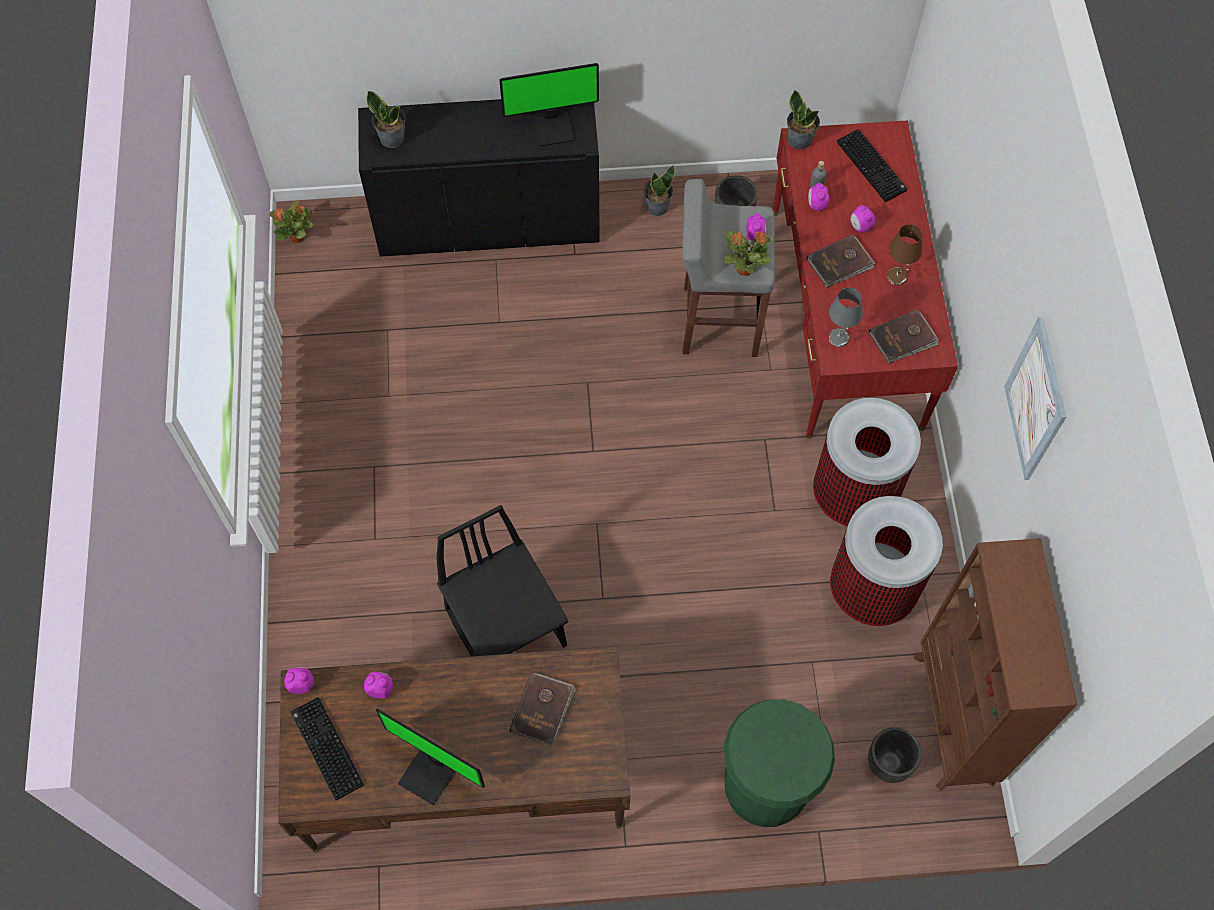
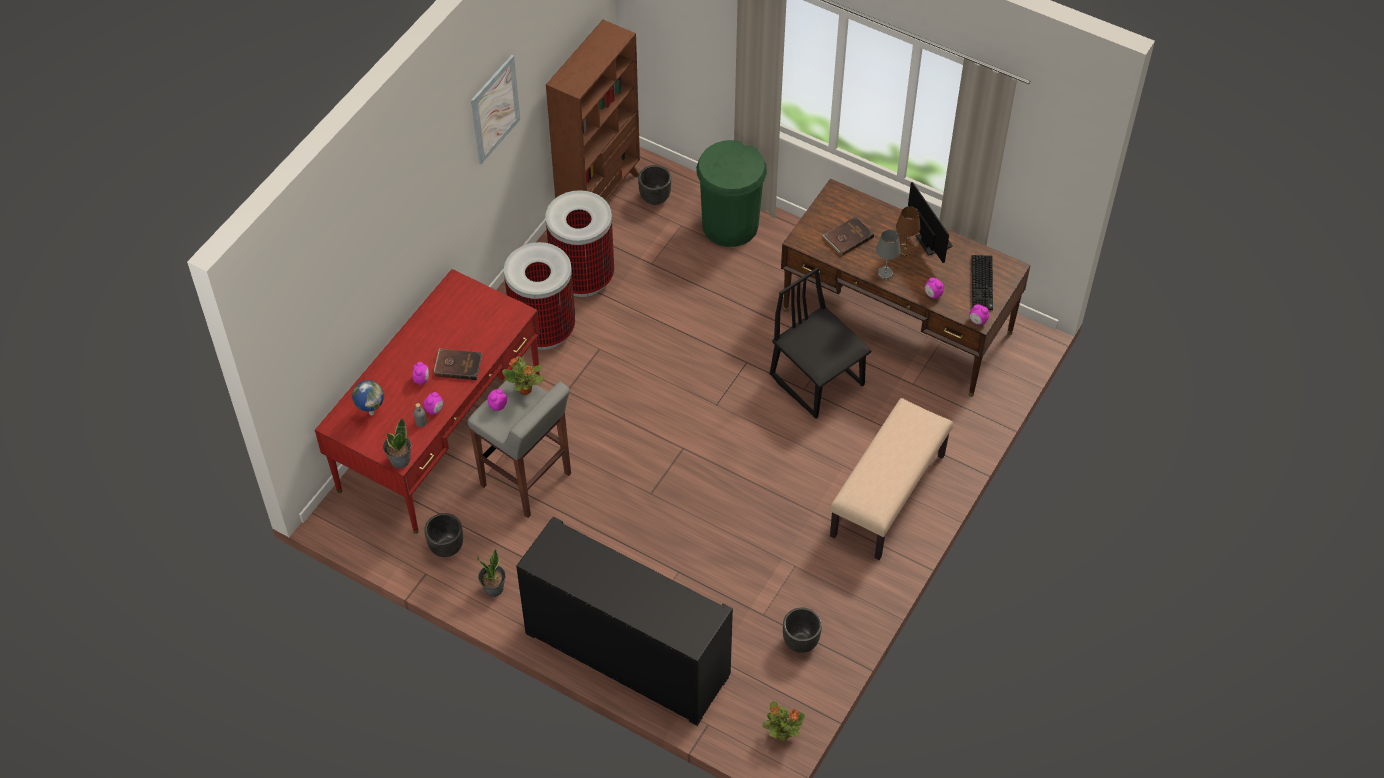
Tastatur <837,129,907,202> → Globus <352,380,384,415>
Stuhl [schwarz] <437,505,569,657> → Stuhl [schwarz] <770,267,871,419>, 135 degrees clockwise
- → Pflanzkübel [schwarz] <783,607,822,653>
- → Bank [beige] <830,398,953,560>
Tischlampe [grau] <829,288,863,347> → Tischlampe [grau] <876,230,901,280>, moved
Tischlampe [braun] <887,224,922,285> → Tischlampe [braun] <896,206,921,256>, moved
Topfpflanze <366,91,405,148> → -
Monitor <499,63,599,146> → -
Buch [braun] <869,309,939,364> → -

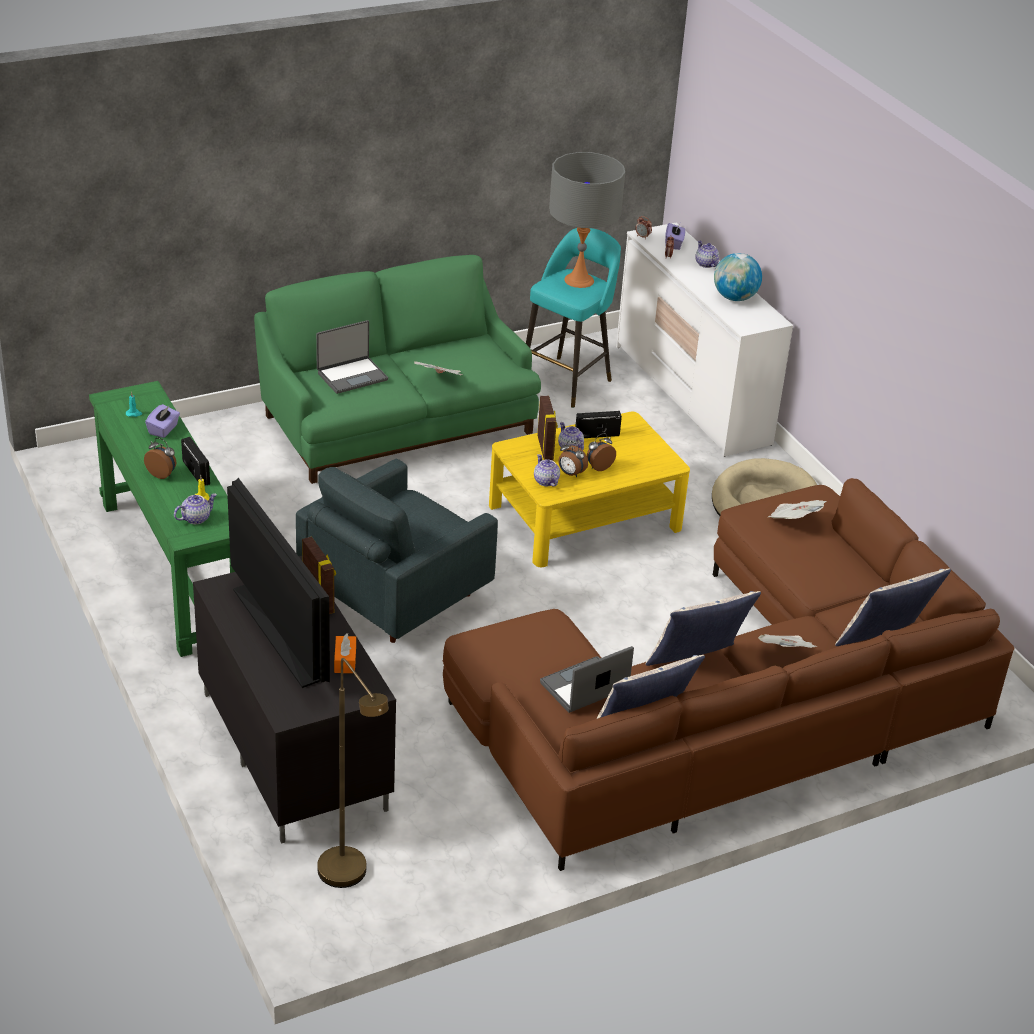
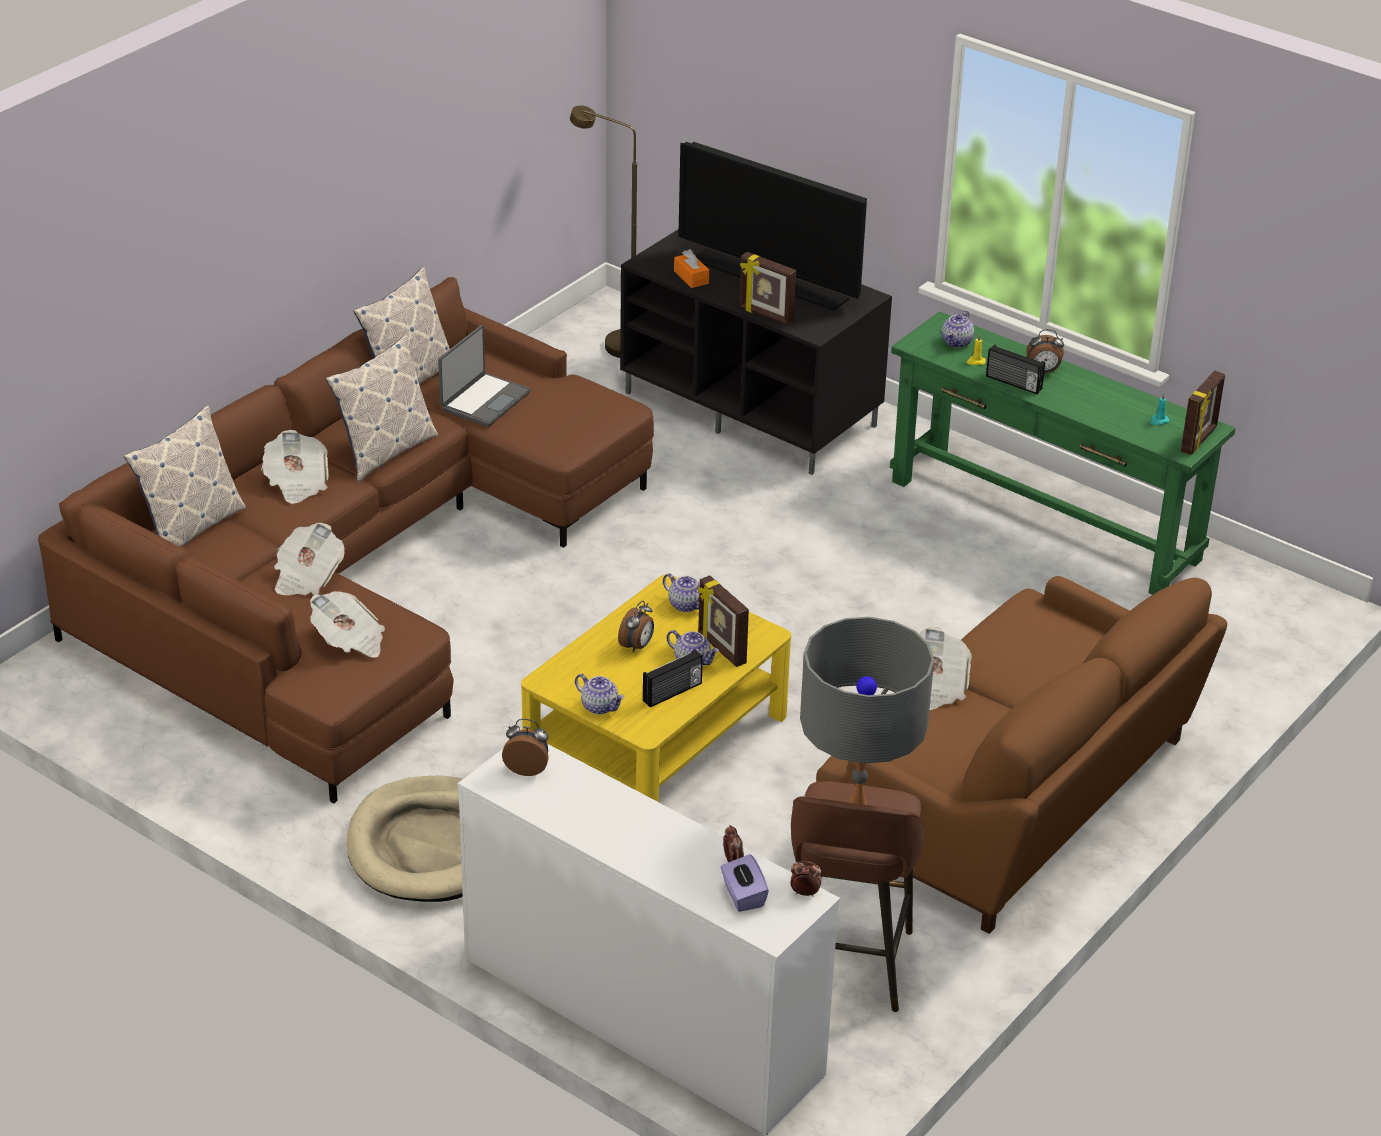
- → Zeitung <274,523,345,595>
Wecker <558,441,588,477> → Wecker <502,719,548,776>, moved
Teekanne <695,240,719,268> → Teekanne <575,674,625,714>, moved
Hocker [türkis] <526,228,621,408> → Hocker [braun] <791,781,924,1012>
Sofa [grün] <254,255,541,484> → Sofa [braun] <816,576,1227,934>
- → Bilderrahmen <1181,370,1225,455>
Taschentuchbox [lila] <145,404,180,438> → -
Sessel [grau] <296,459,498,643> → -
Laptop <316,320,388,394> → -
Globus <714,253,762,301> → -

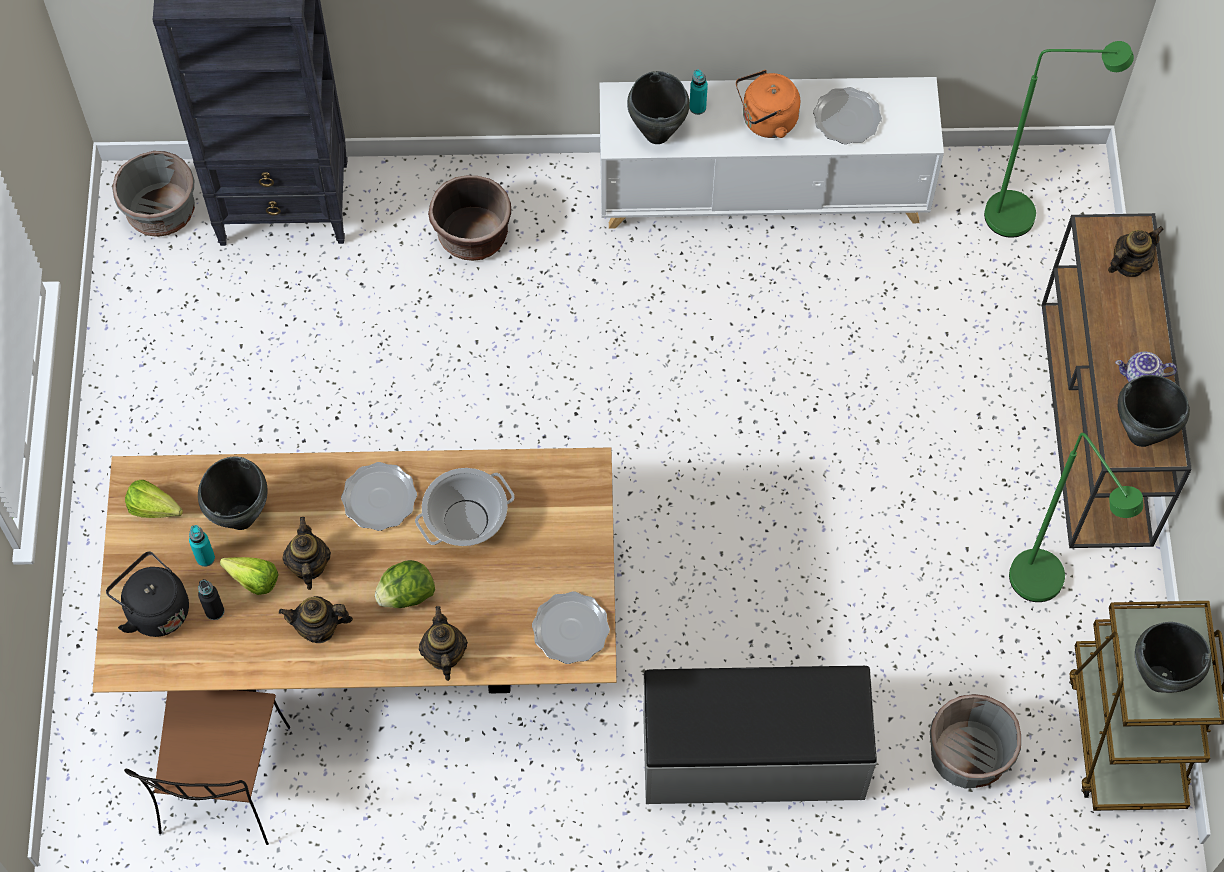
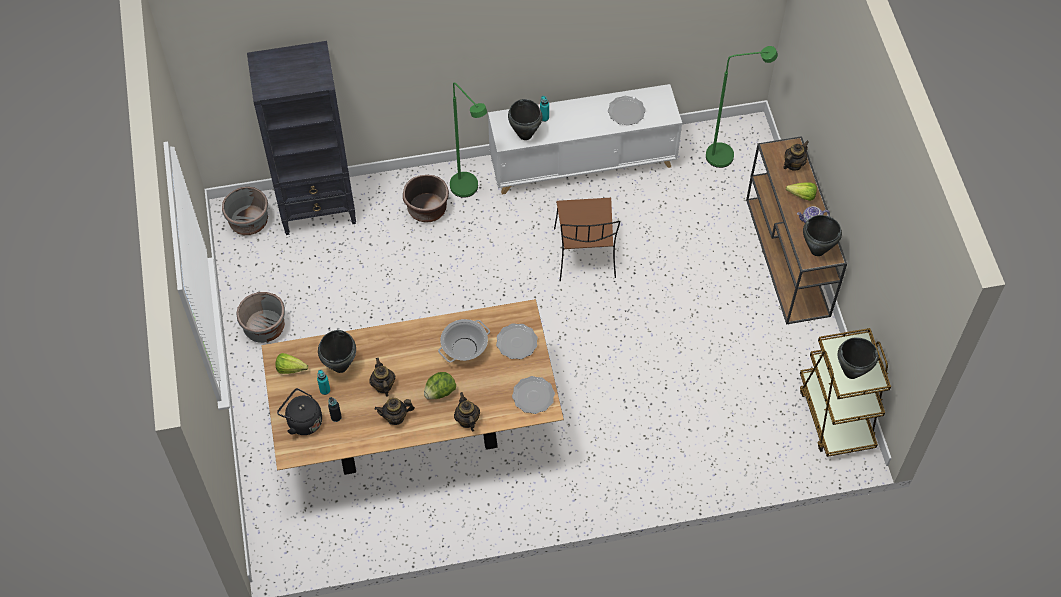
Pflanzkübel [grau] <930,694,1021,788> → Pflanzkübel [grau] <236,292,285,343>, moved
Stehlampe [grün] <1009,433,1143,602> → Stehlampe [grün] <450,82,487,198>, moved
Teller <341,462,417,531> → Teller <496,323,538,359>, moved
Stuhl [braun] <124,690,291,845> → Stuhl [braun] <554,198,620,281>, moved
Salatkopf <220,557,279,595> → Salatkopf <786,182,817,201>, moved
Bank [grau] <643,666,877,804> → -
Wasserkessel [orange] <736,70,800,138> → -

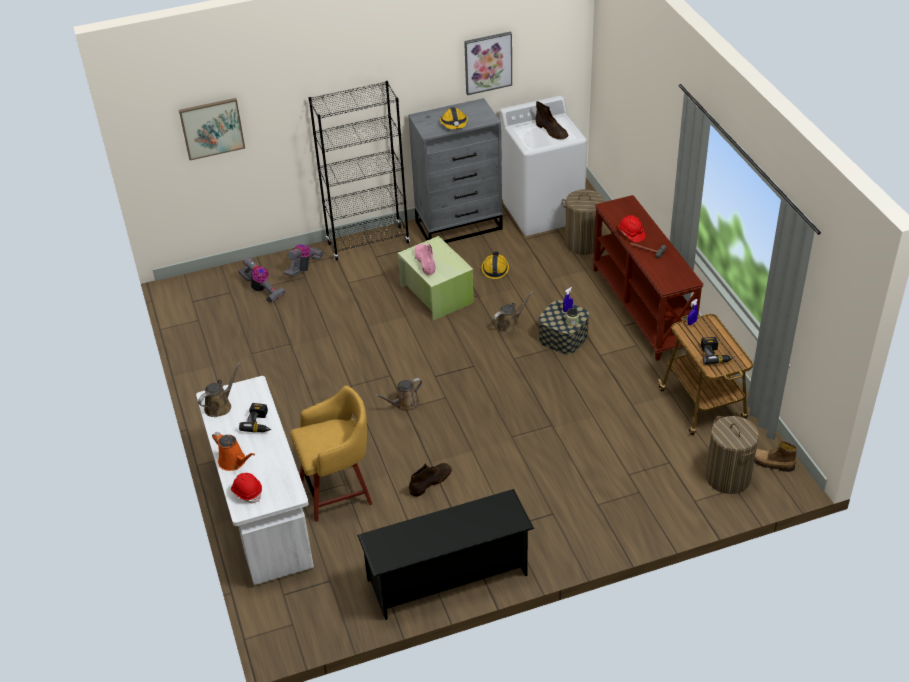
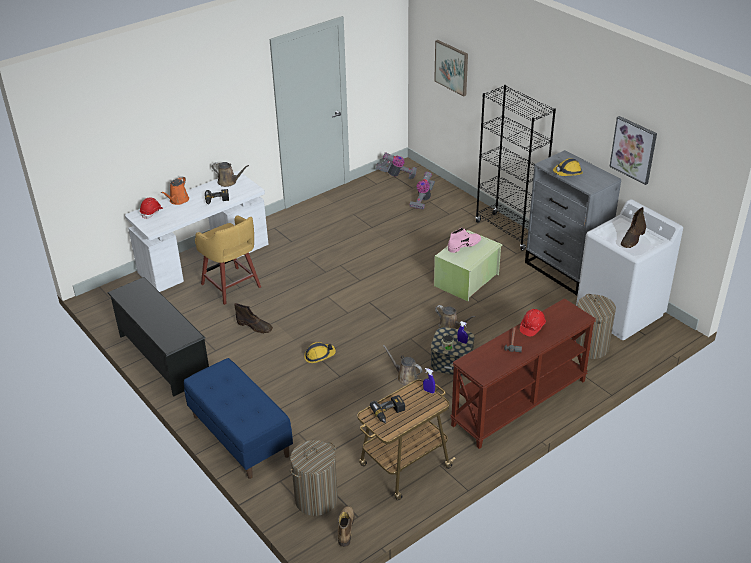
- → Bank [blau] <184,358,293,479>
Schutzhelm <482,252,509,279> → Schutzhelm <304,342,336,363>, moved
Staubsauger <284,244,323,276> → Staubsauger <376,152,417,179>, moved
Gießkanne [braun] <375,378,422,411> → Gießkanne [braun] <383,345,423,386>, moved

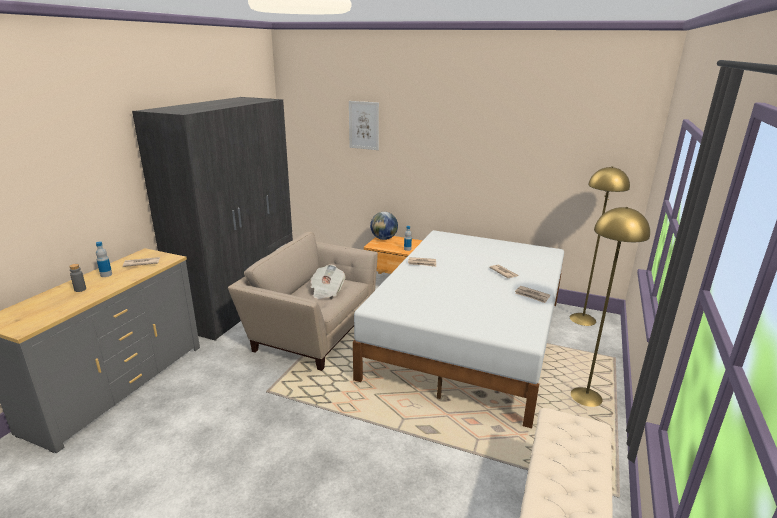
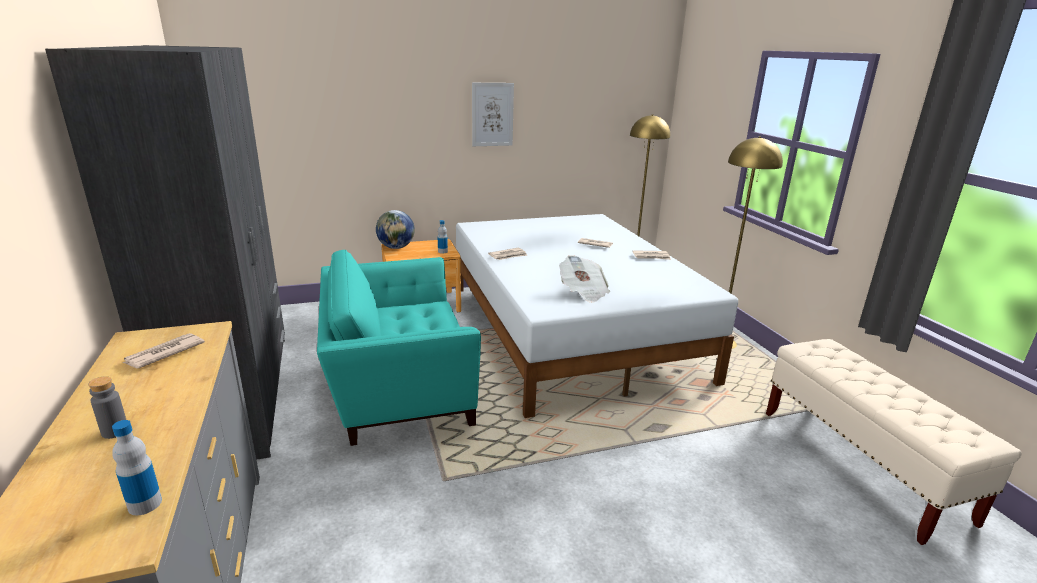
Flasche <96,242,112,277> → Flasche <112,420,162,515>, moved
Sessel [beige] <228,232,378,371> → Sessel [türkis] <317,250,481,446>
Bild <349,101,379,150> → Bild <472,83,514,146>, moved
Zeitung <310,264,345,299> → Zeitung <559,255,610,303>, moved

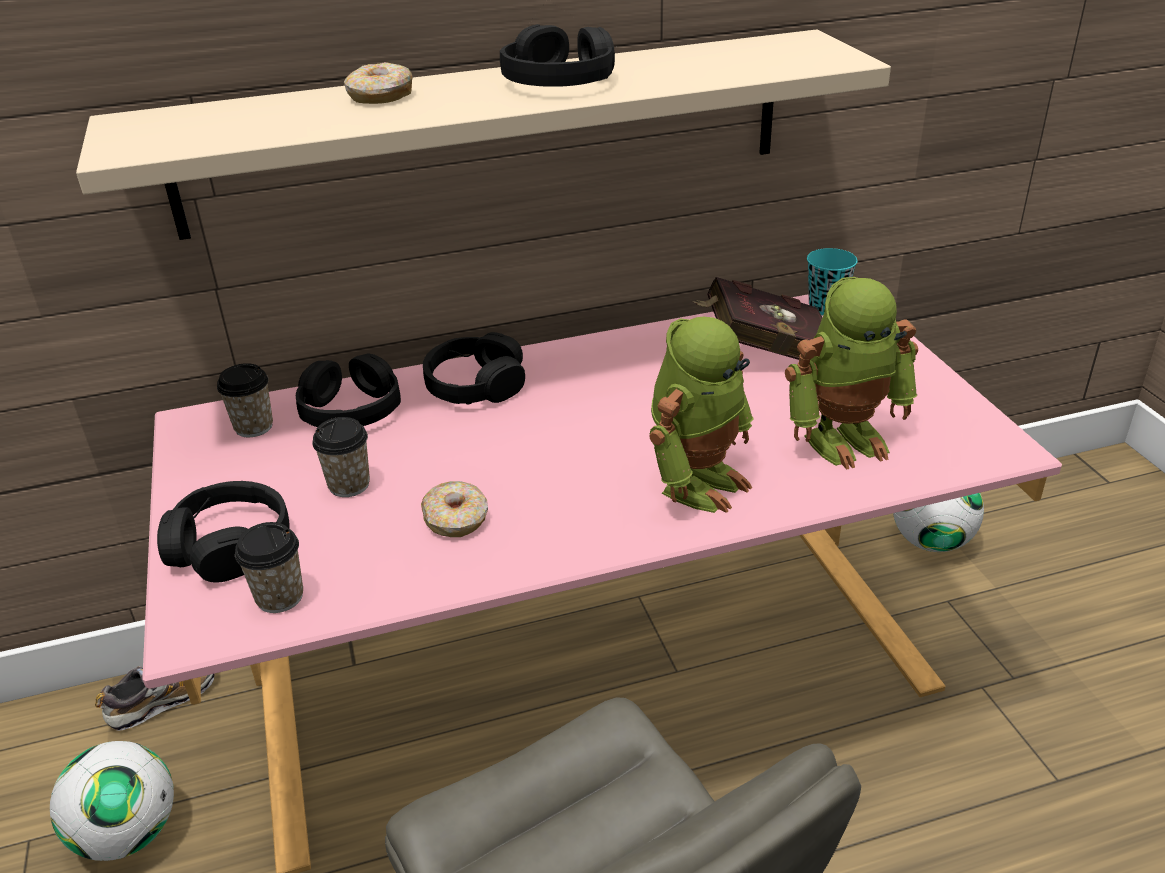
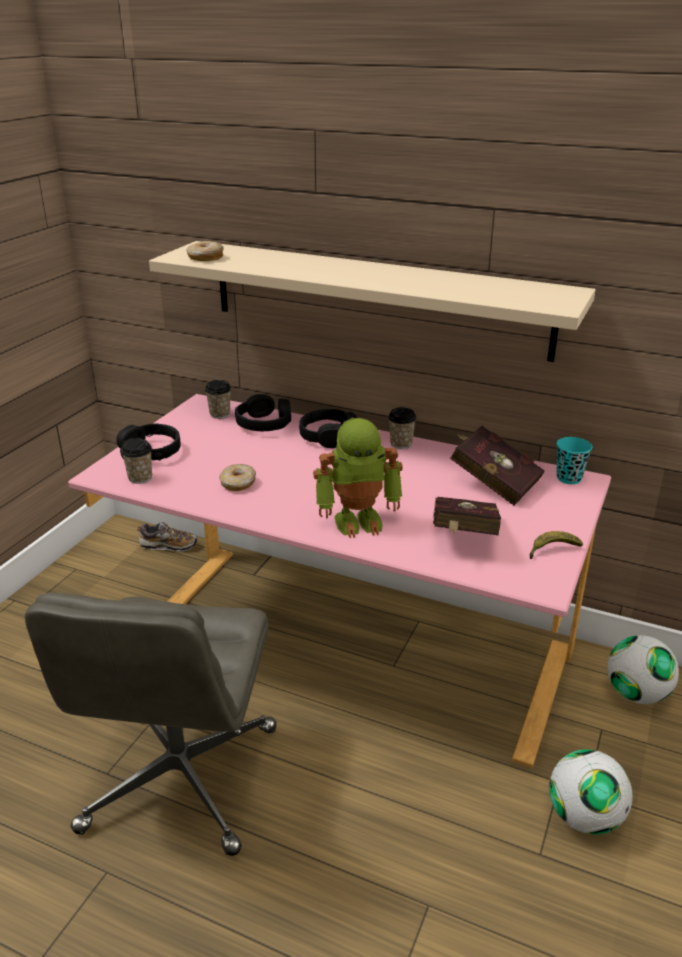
Donut <344,62,413,104> → Donut <186,241,224,261>, moved
Tasse <312,417,370,497> → Tasse <388,407,417,449>, moved
Spielzeugroboter <785,277,918,470> → Buch [rot] <433,497,501,535>
- → Banane <530,531,583,559>
Fußball <50,741,174,861> → Fußball <549,749,633,835>, moved
Kopfhörer [schwarz] <500,24,615,87> → -

